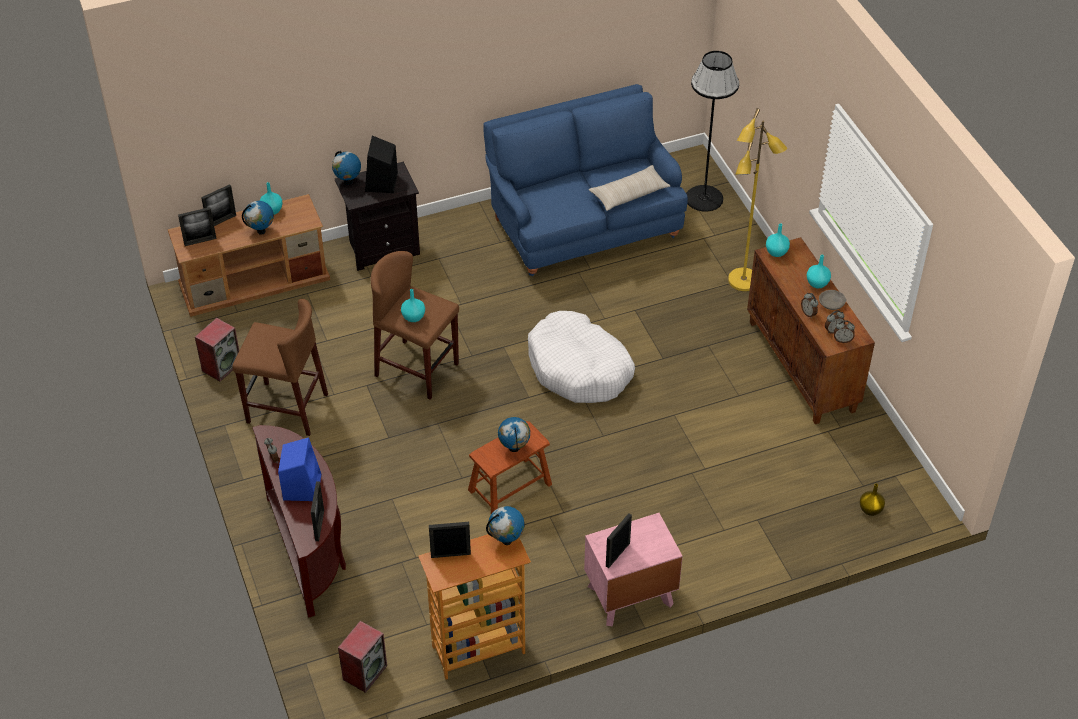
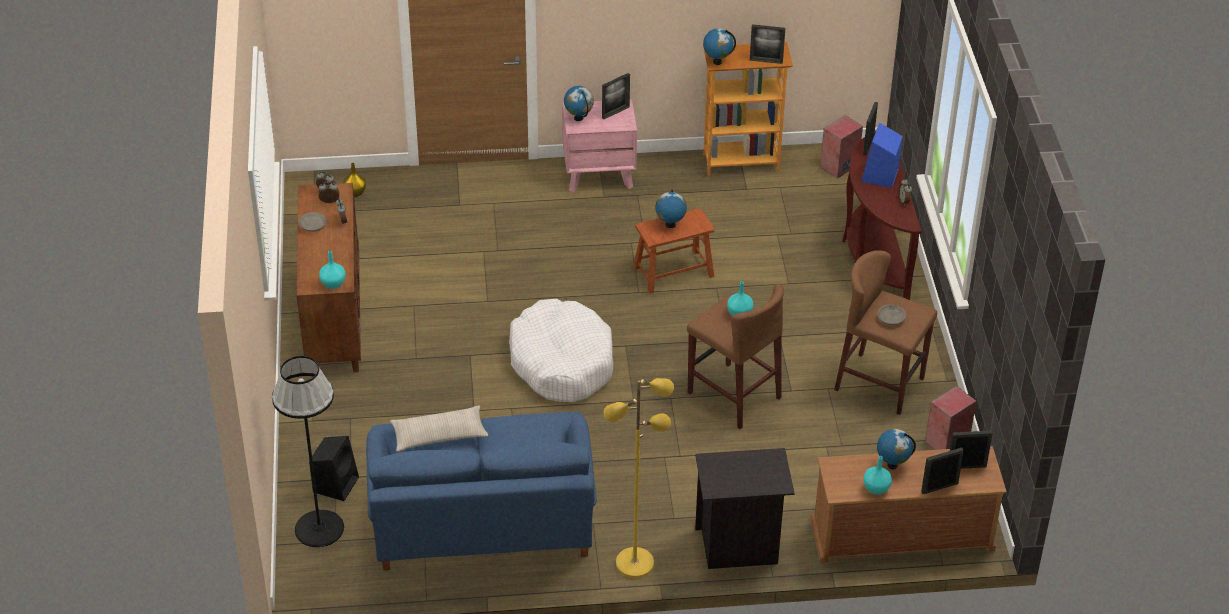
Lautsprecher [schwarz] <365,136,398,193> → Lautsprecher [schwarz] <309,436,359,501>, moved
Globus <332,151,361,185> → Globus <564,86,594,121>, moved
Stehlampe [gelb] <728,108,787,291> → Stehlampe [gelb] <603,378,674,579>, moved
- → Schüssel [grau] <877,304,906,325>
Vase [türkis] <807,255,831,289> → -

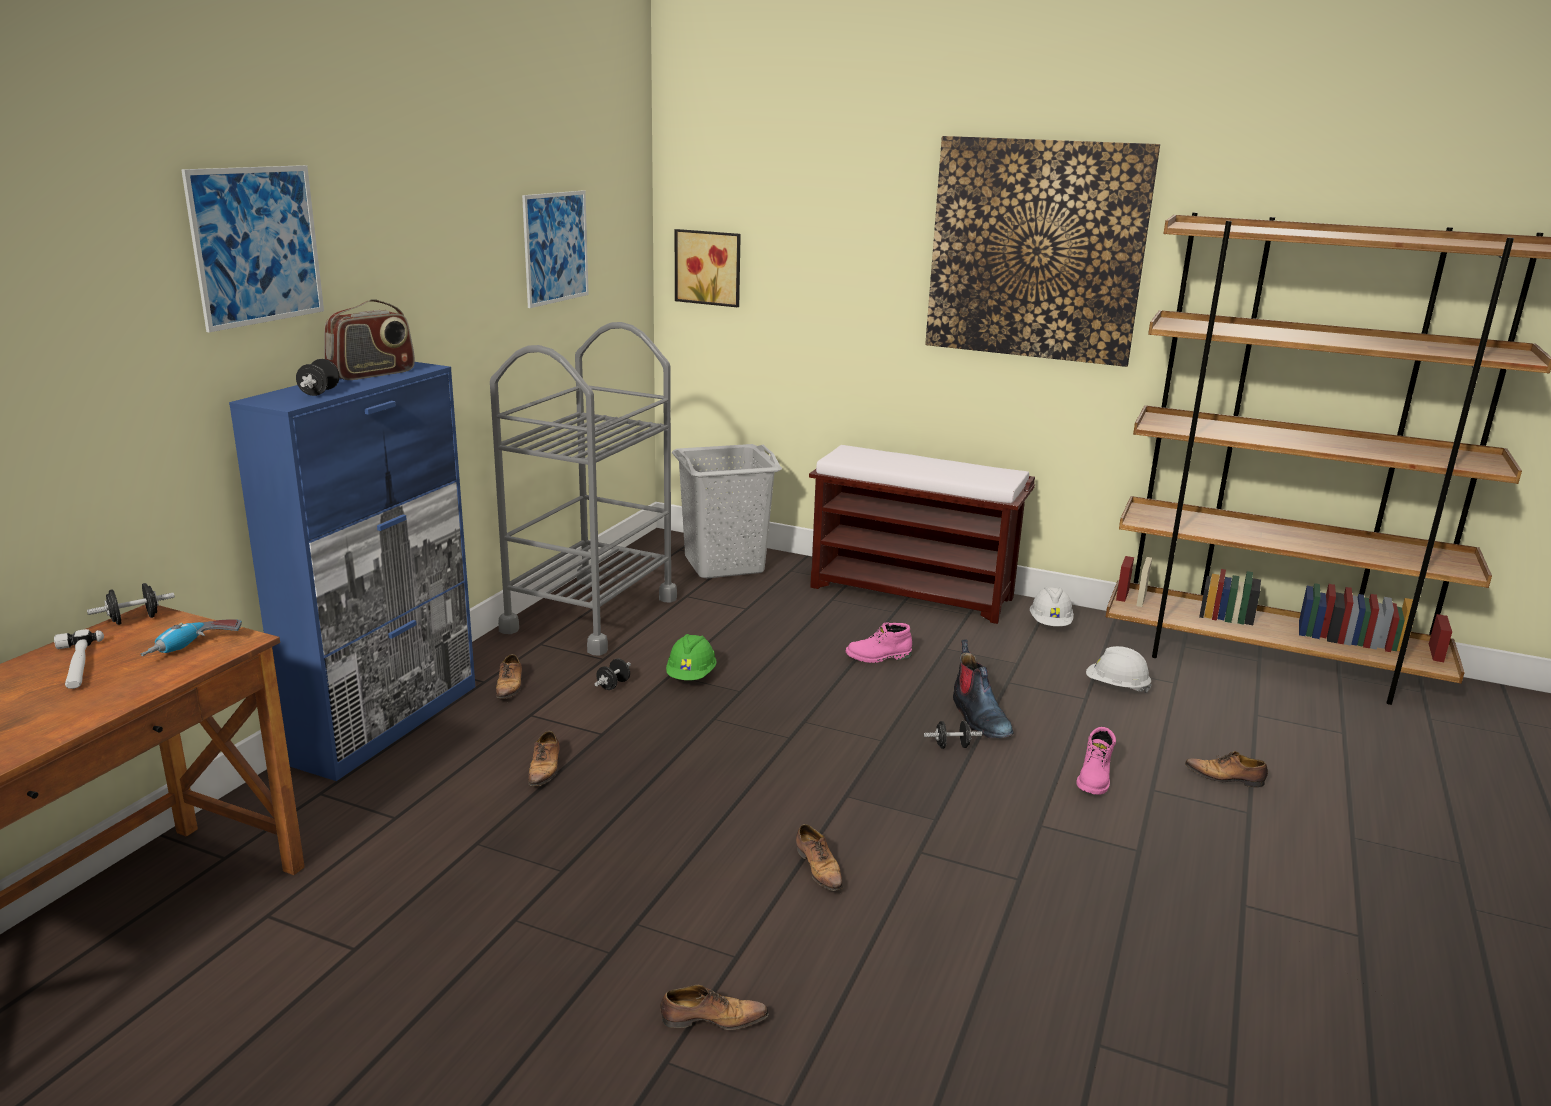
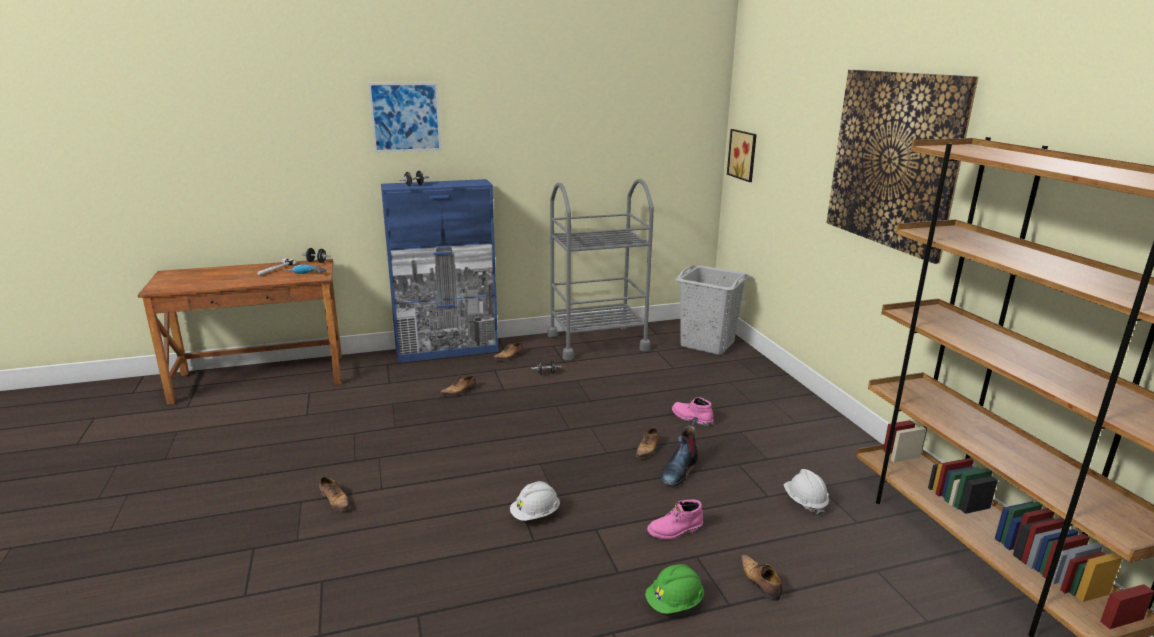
Schutzhelm [weiß] <1030,587,1074,626> → Schutzhelm [weiß] <510,481,560,521>, moved
Schuh <796,824,843,894> → Schuh <635,428,659,458>, moved
Schutzhelm [grün] <666,634,717,680> → Schutzhelm [grün] <645,564,704,614>, moved
Radio <324,299,415,380> → -
Bild <522,190,589,308> → -
Bank [braun] <809,445,1035,624> → -
Hantel [schwarz] <924,721,982,749> → -

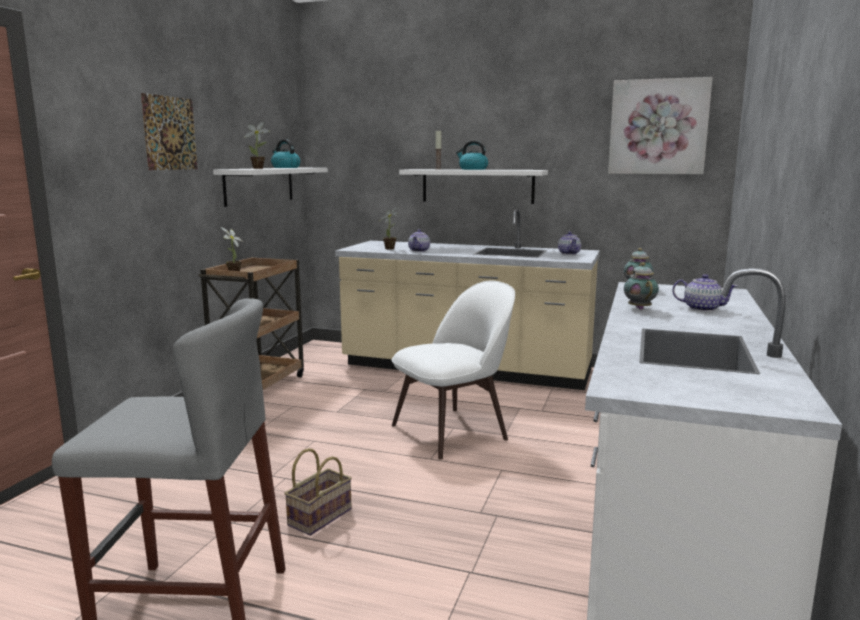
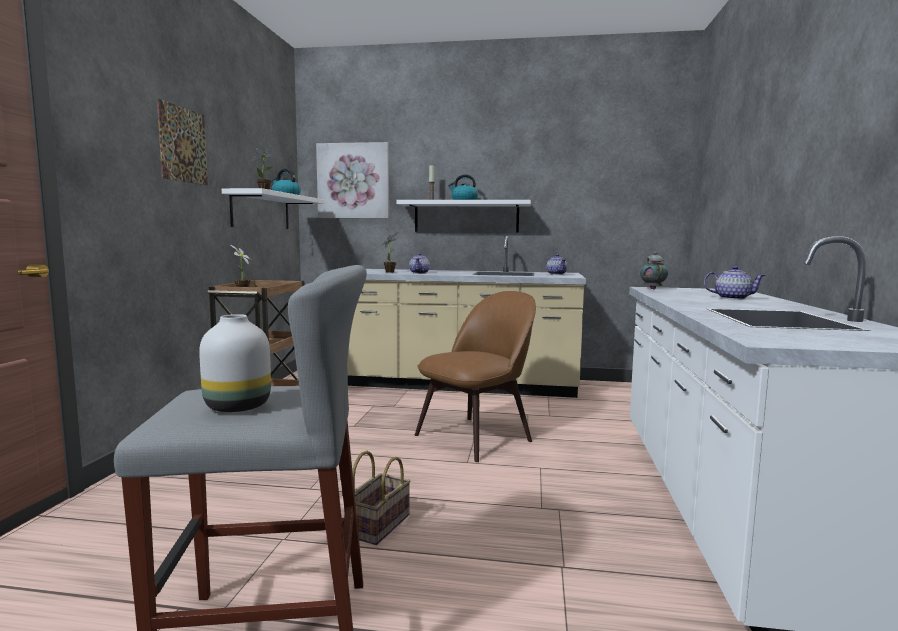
- → Vase [weiß] <199,314,271,412>
Bild <608,77,713,174> → Bild <316,142,389,218>, moved
Stuhl [weiß] <392,281,515,460> → Stuhl [braun] <415,291,536,462>
Teekanne <624,263,659,310> → -

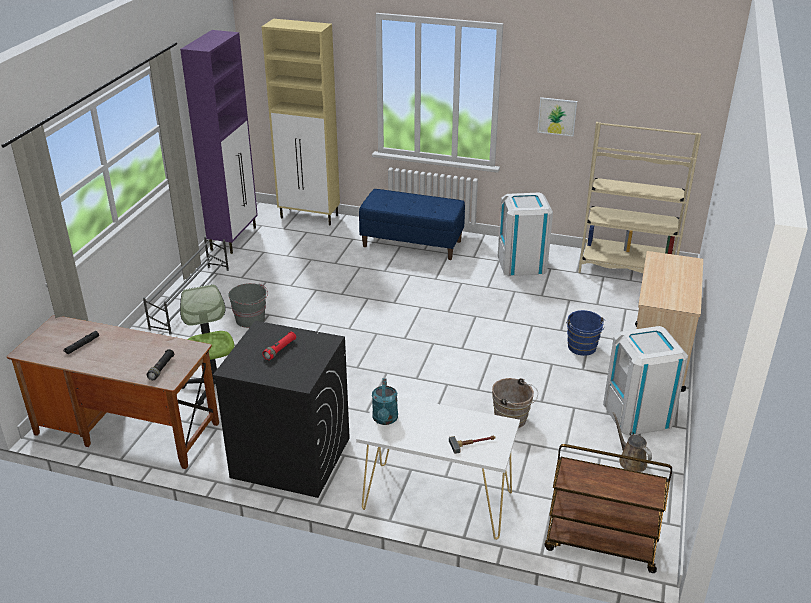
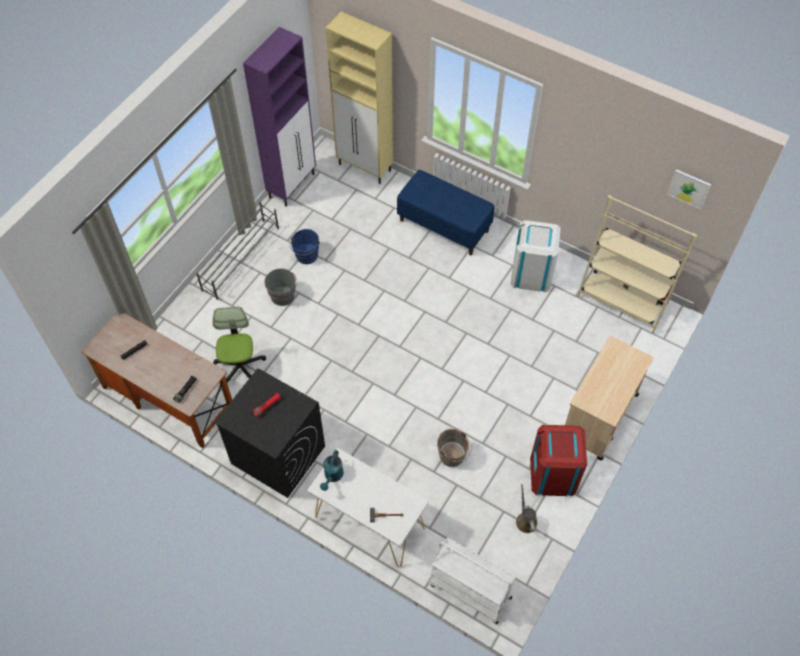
Eimer [blau] <566,310,605,356> → Eimer [blau] <289,229,320,264>, moved
Rollwagen [braun] <545,444,672,573> → Rollwagen [weiß] <428,538,516,624>
Mülleimer [weiß] <603,326,688,436> → Mülleimer [rot] <530,425,587,496>
Bild <537,97,577,137> → Bild <667,169,711,210>, moved

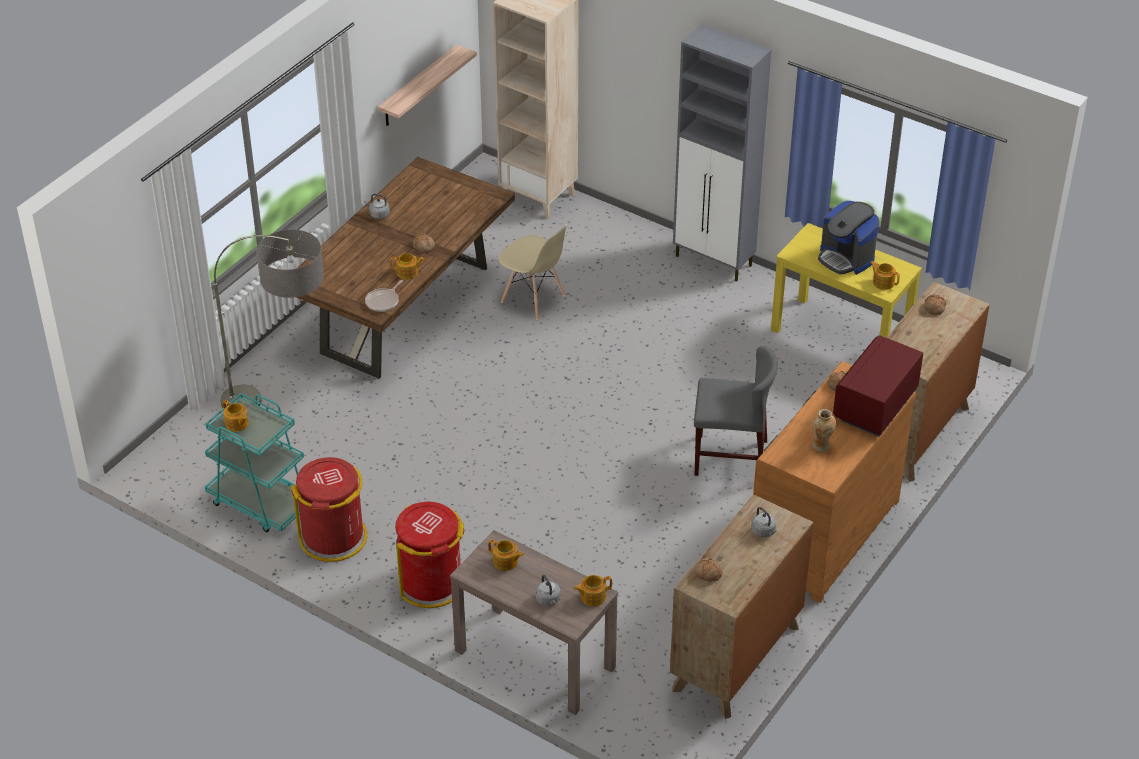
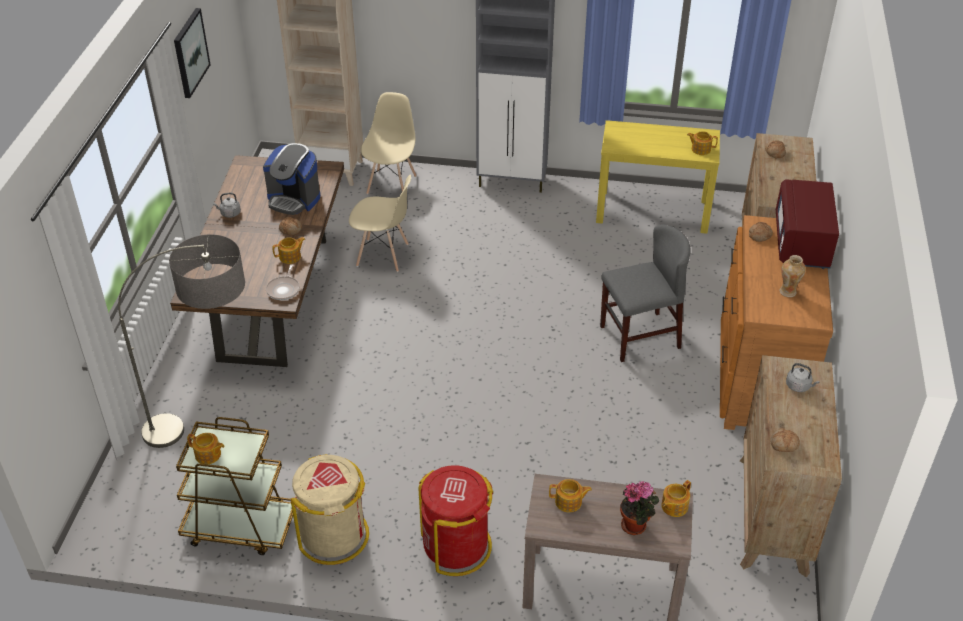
- → Bild <174,8,211,98>
Rollwagen [türkis] <205,393,304,532> → Rollwagen [braun] <176,417,293,555>
Kaffeemaschine <818,201,879,275> → Kaffeemaschine <263,143,320,215>, moved
Mülleimer [rot] <291,457,367,562> → Mülleimer [beige] <291,454,369,565>
- → Stuhl [beige] <361,92,417,194>
Wasserkessel [grau] <536,575,560,606> → Topfpflanze <620,481,659,535>
Wandregal <378,44,477,126> → -

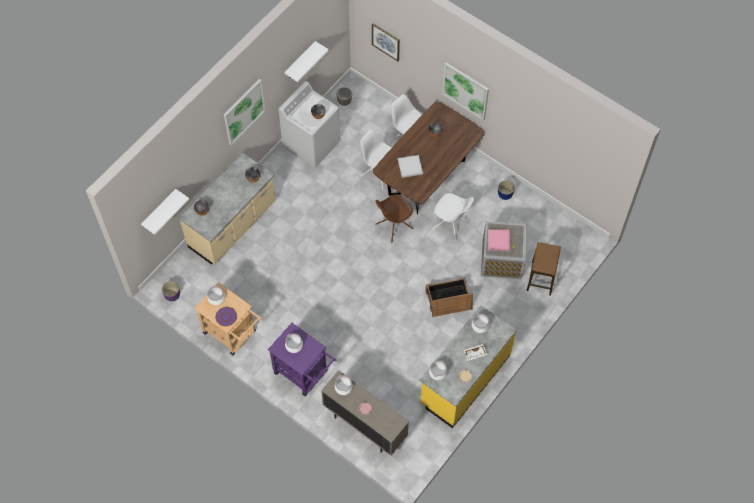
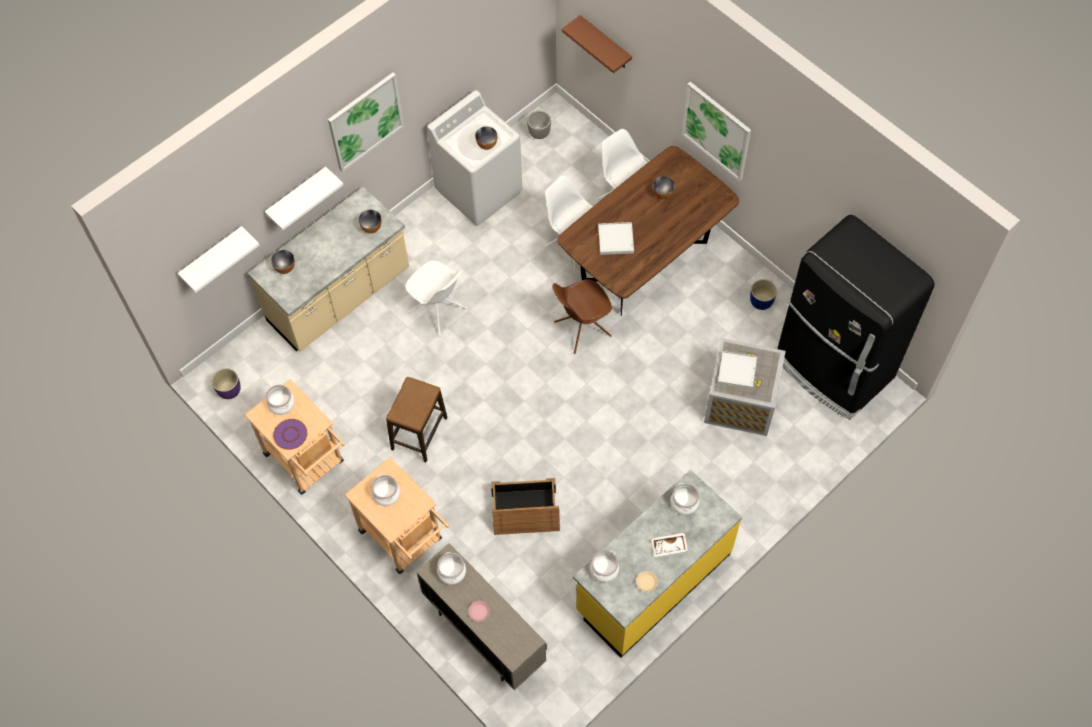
Wandregal [weiß] <284,41,329,82> → Wandregal [weiß] <265,167,343,231>, moved
Rollwagen [lila] <268,323,337,396> → Rollwagen [beige] <345,457,449,574>
Hocker <526,242,561,296> → Hocker <386,377,448,462>, moved
Stuhl [weiß] <433,193,474,241> → Stuhl [weiß] <405,260,467,336>, moved
Kiste <425,277,473,317> → Kiste <491,478,560,535>, moved
Bild <372,23,400,61> → Wandregal [braun] <562,15,632,73>
Tablett [rosa] <488,229,510,251> → Tablett [weiß] <718,351,757,389>
- → Kühlschrank [schwarz] <774,215,935,420>

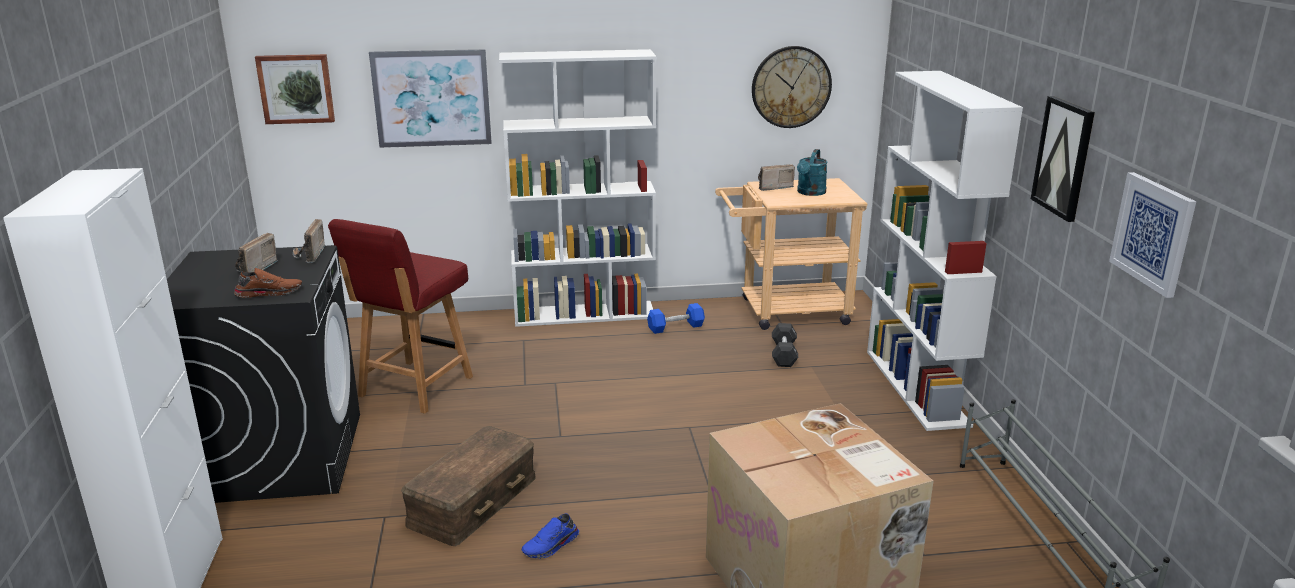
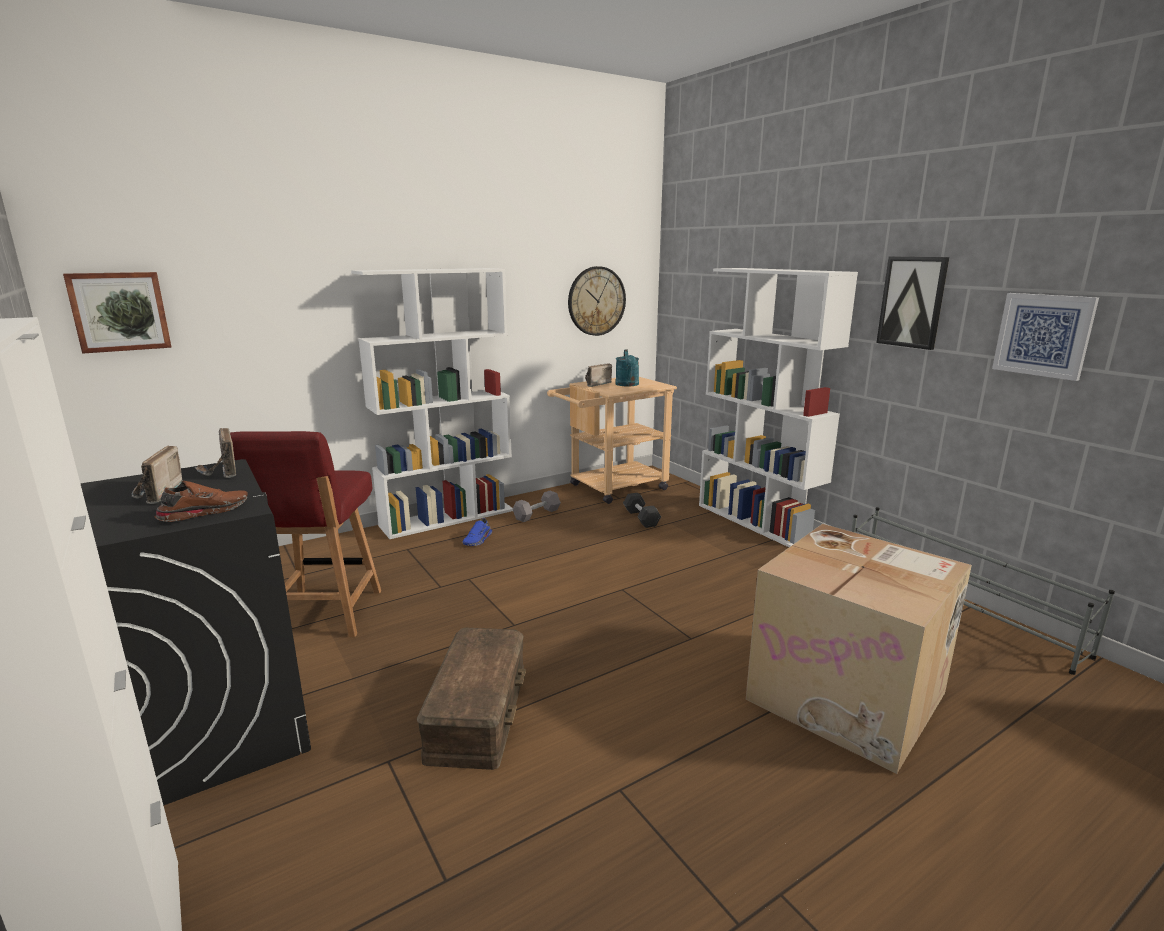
Schuh [blau] <522,514,579,558> → Schuh [blau] <462,518,492,546>, moved
Hantel [blau] <647,303,705,334> → Hantel [grau] <513,491,561,522>
Bild <369,49,492,148> → -

